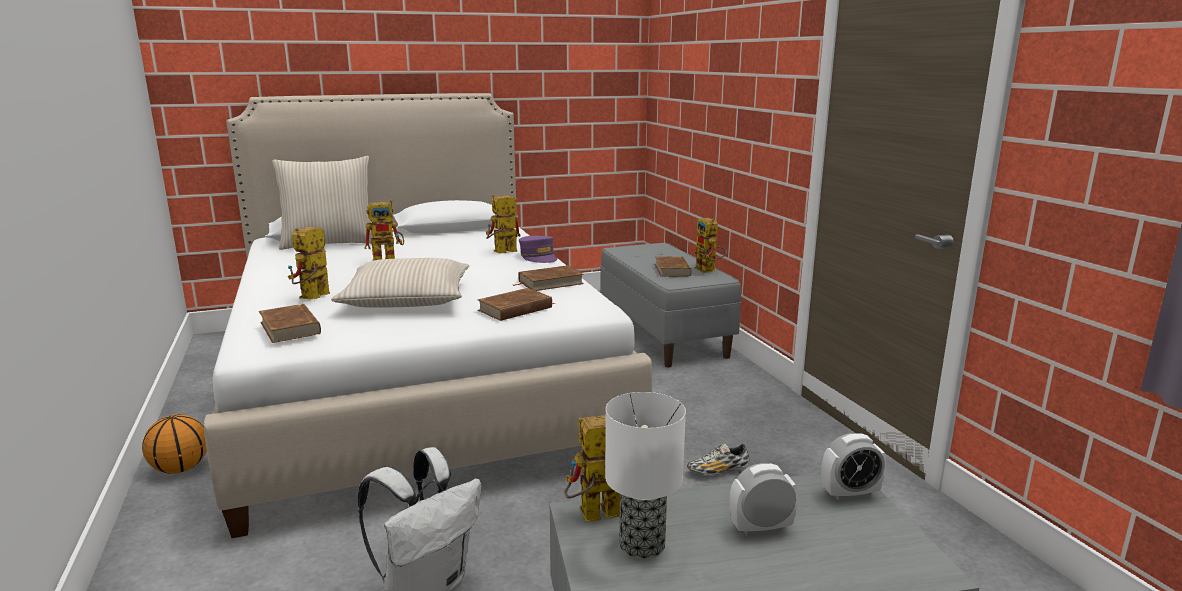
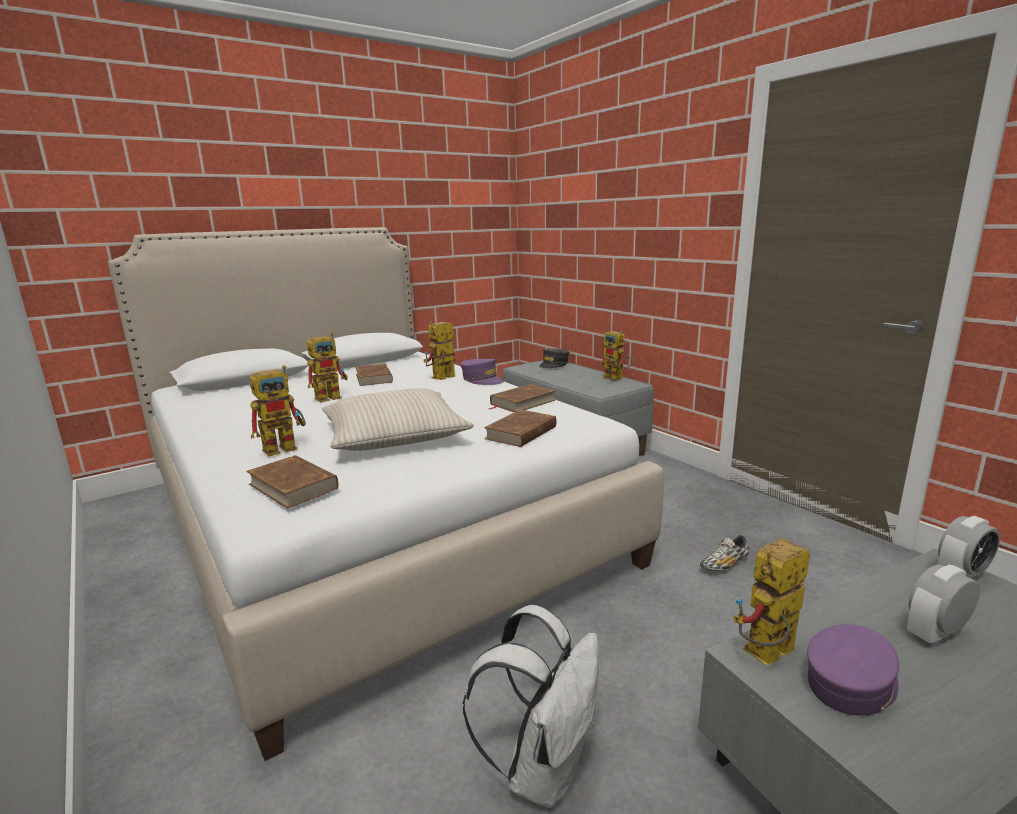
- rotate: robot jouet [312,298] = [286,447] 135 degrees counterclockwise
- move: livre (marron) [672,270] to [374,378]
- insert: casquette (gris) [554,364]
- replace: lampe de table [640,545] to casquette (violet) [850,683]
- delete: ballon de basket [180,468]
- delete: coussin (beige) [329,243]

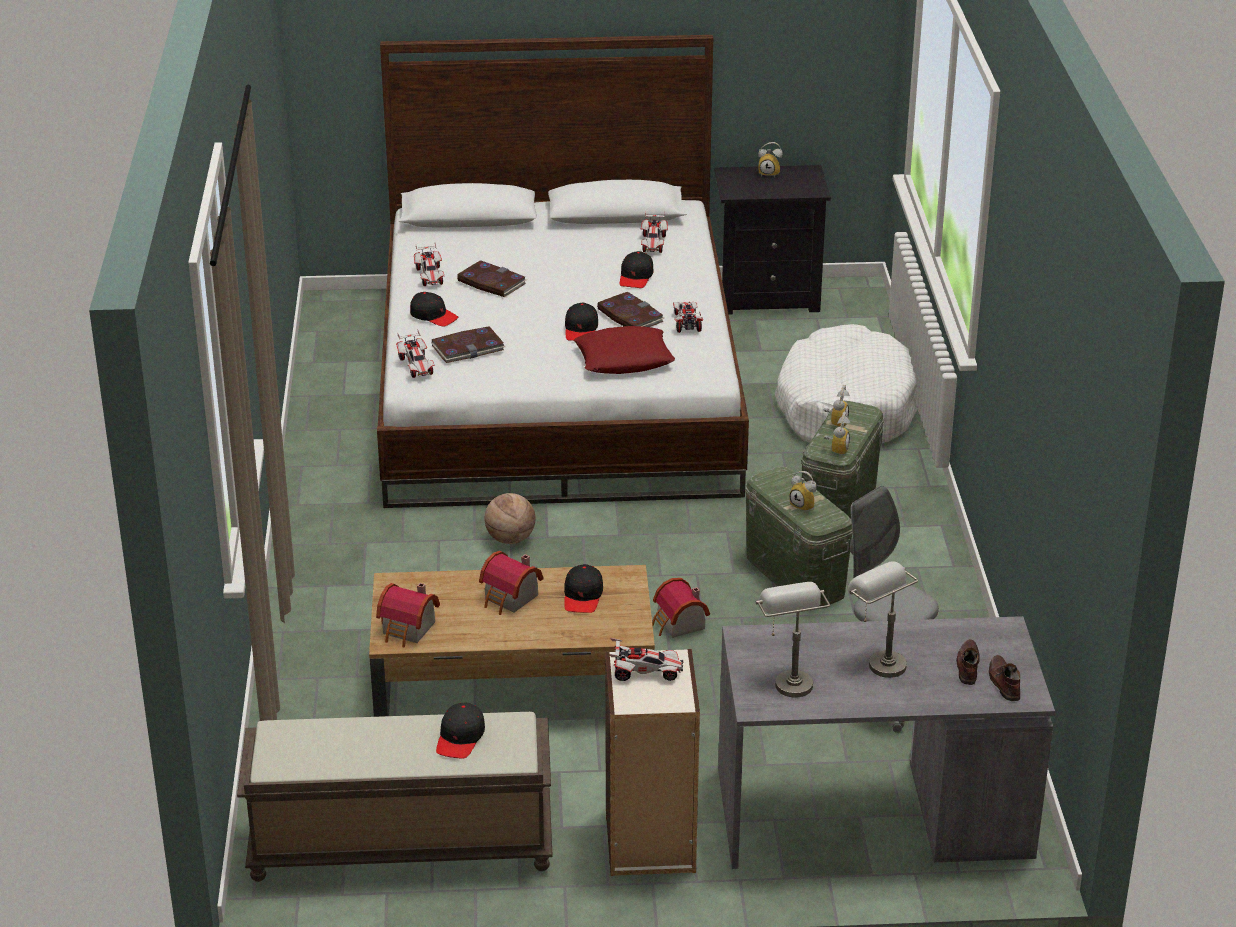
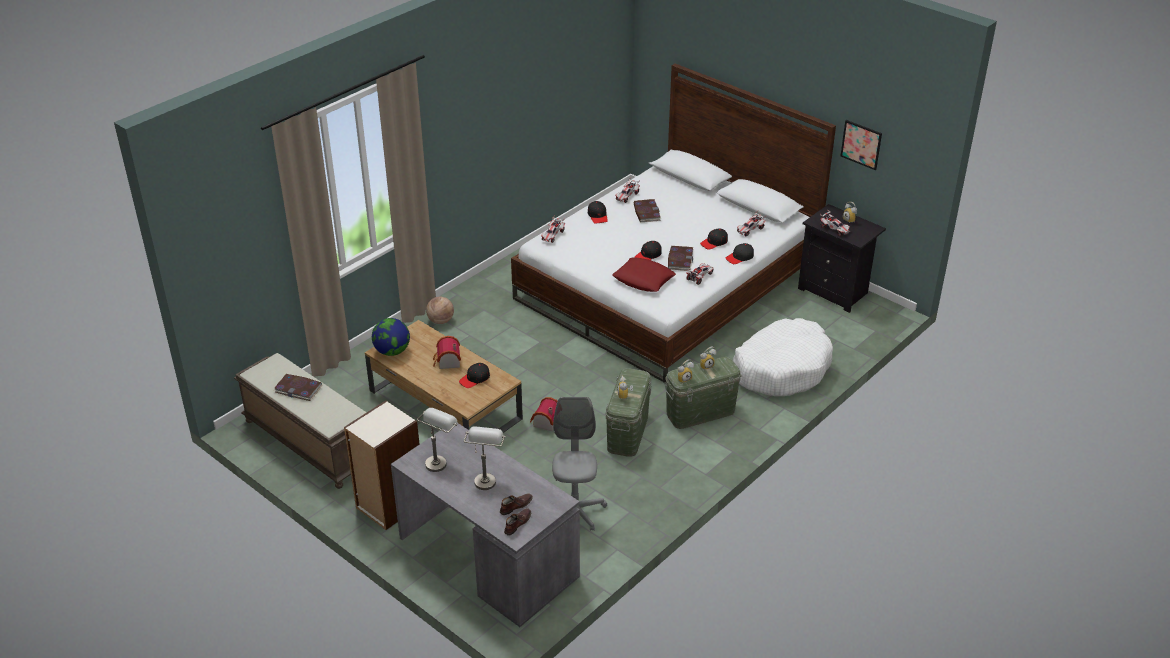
- move: livre [468,348] to [298,389]
- replace: maison miniature [408,630] to globe [392,351]
- move: ballon de basket [510,539] to [440,321]
- move: casquette (noir) [460,738] to [740,257]
- move: petite voiture [645,672] to [834,229]
- insert: tableau [861,144]

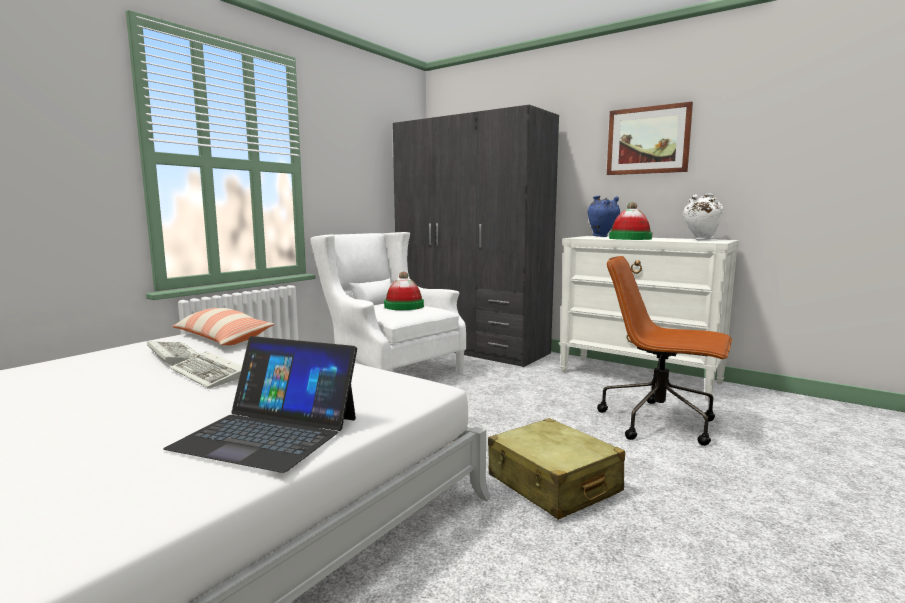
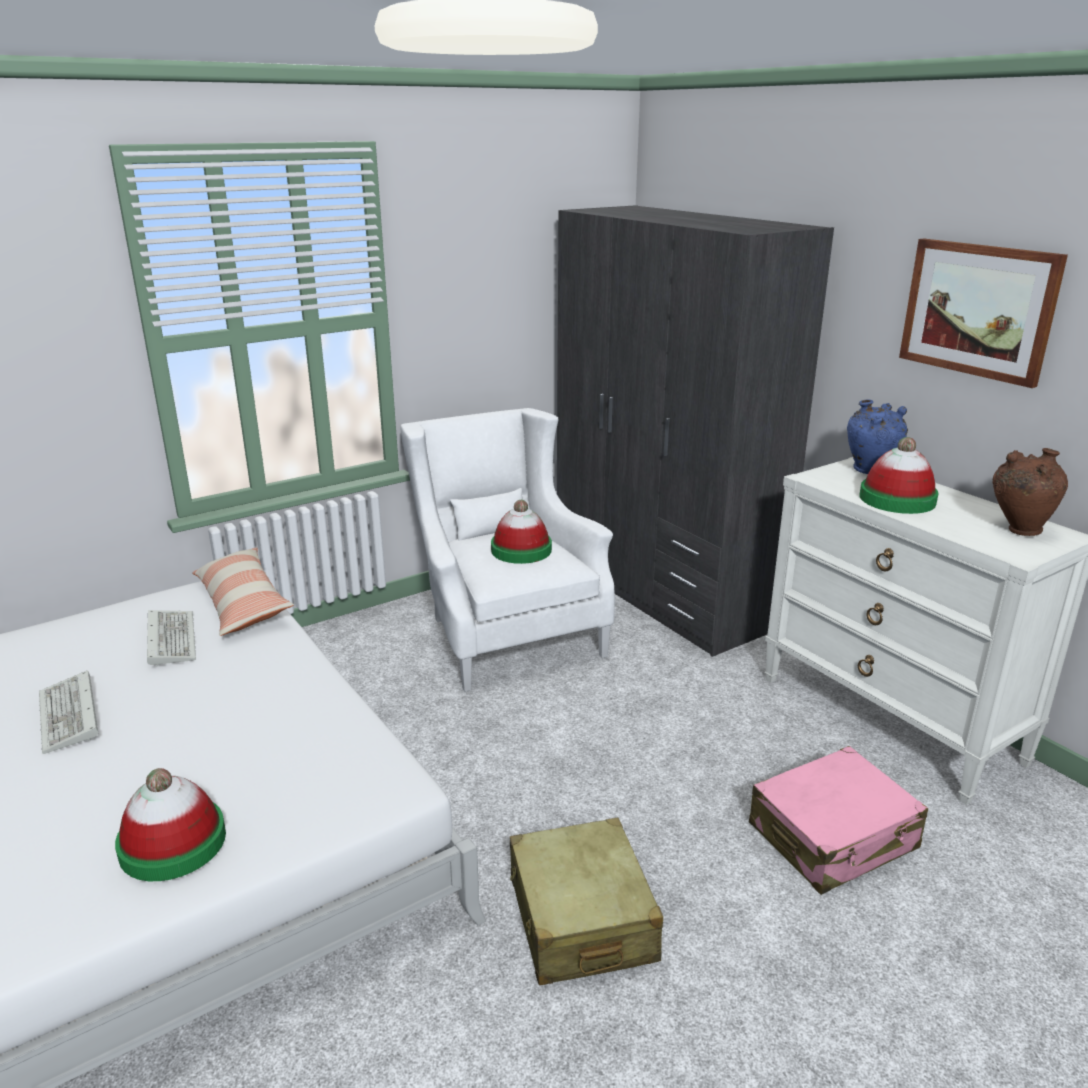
- move: clavier [210,374] to [71,717]
- replace: ordinateur portable [268,432] to chapeau [173,843]
- replace: chaise de bureau (marron) [660,423] to valise (rose) [833,837]
- recolor: vase (blanc) [700,240] to vase (marron) [1018,530]

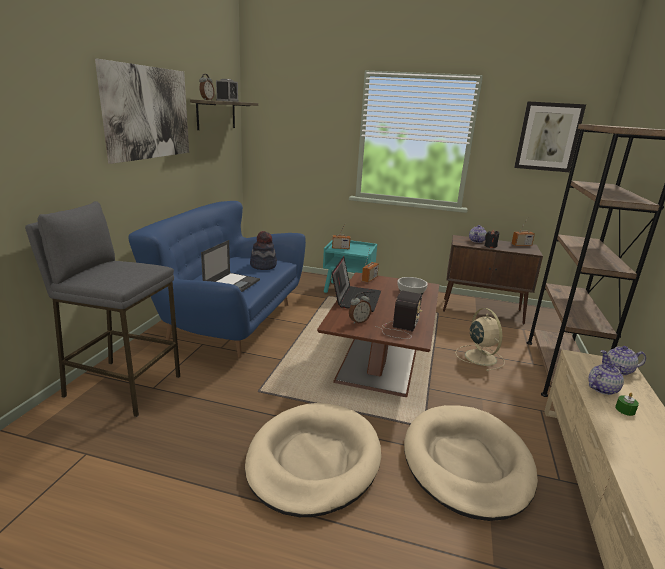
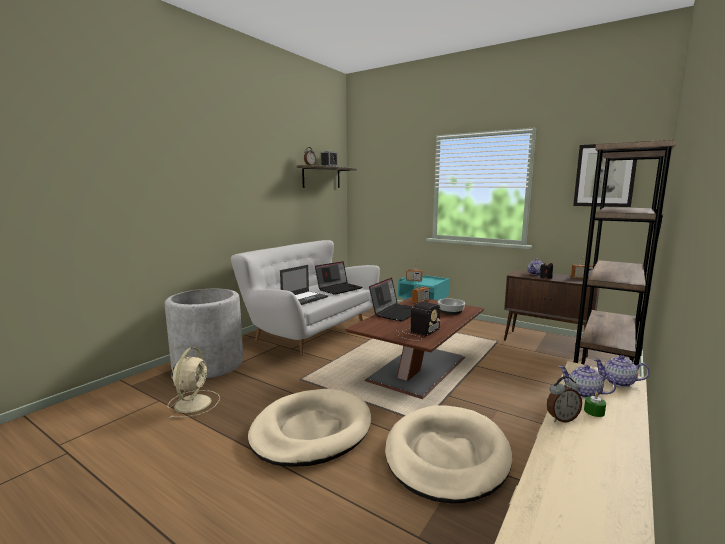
- replace: tabouret (gris) [123,386] to cache-pot (gris) [208,364]
- move: ventilateur (beige) [479,357] to [194,403]
- recolor: canapé (bleu) [228,321] to canapé (blanc) [309,332]
- replace: chapeau [263,265] to ordinateur portable [339,288]
- move: réveil [358,321] to [561,419]
- rotate: théière [602,388] = [583,393] 135 degrees counterclockwise
- delete: tableau [148,113]

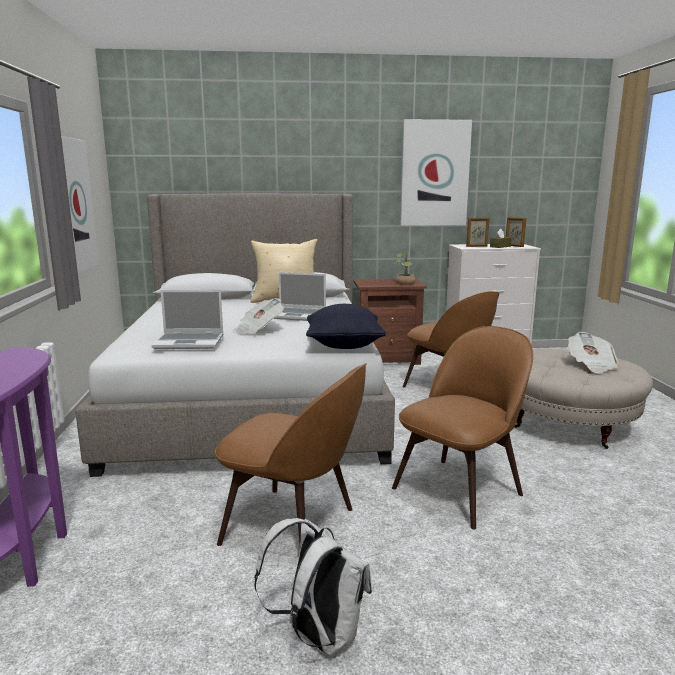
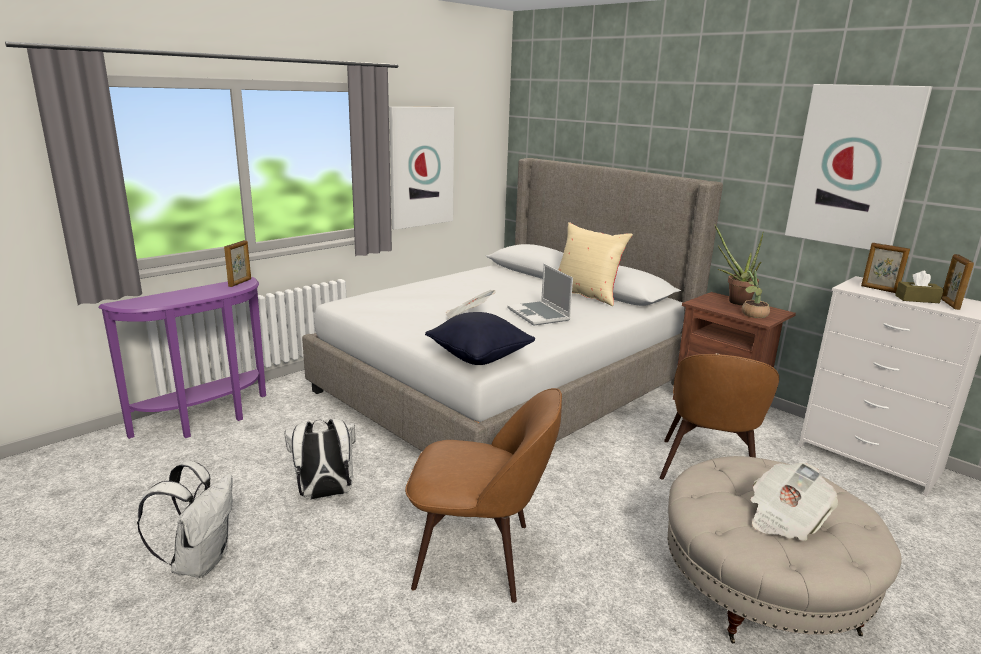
- insert: cadre photo [240,283]
- replace: chaise (marron) [294,527] to sac à dos (blanc) [324,494]
- insert: plante en pot [734,301]
- delete: ordinateur portable [190,342]

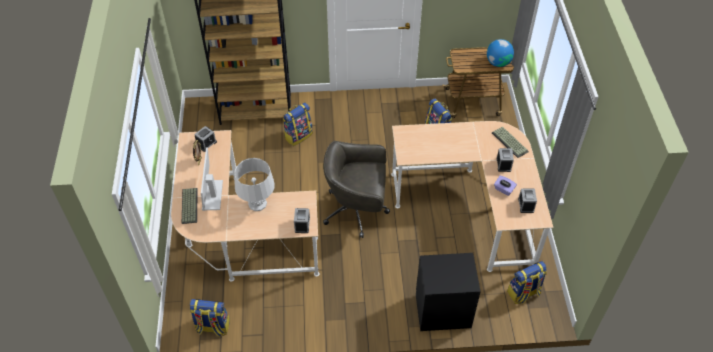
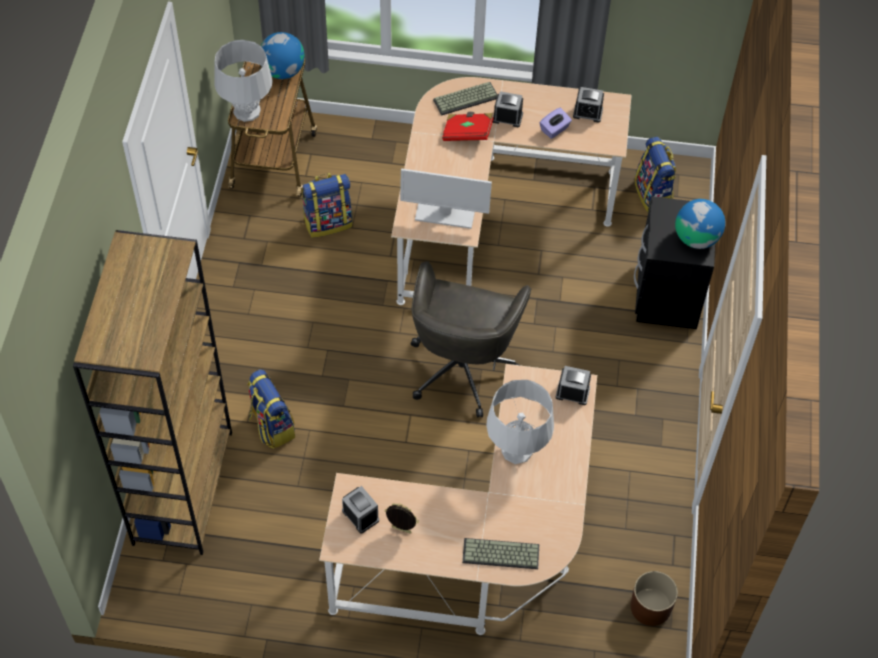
- insert: lampe de table (gris) [246,111]
- move: écran d'ordinateur [212,195] to [444,214]
- insert: livre (rouge) [467,133]
- replace: sac à dos [212,327] to cache-pot (marron) [651,607]
- insert: globe [696,238]

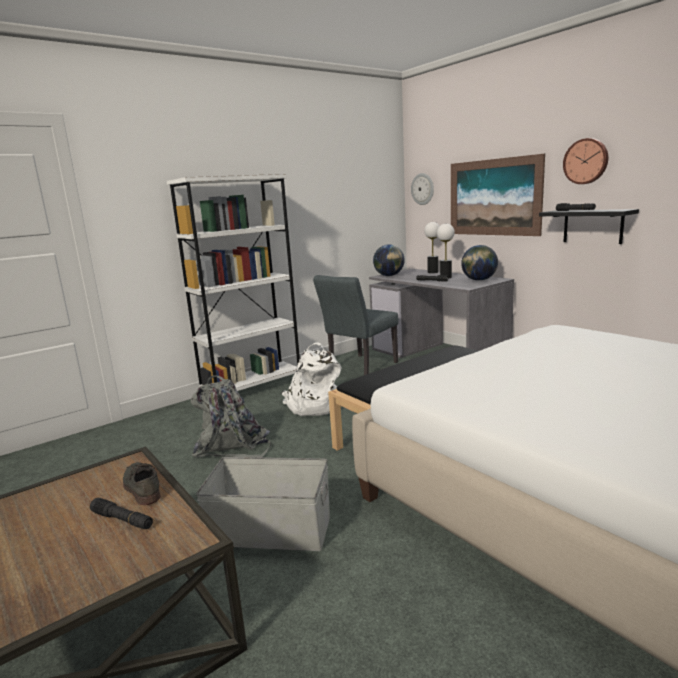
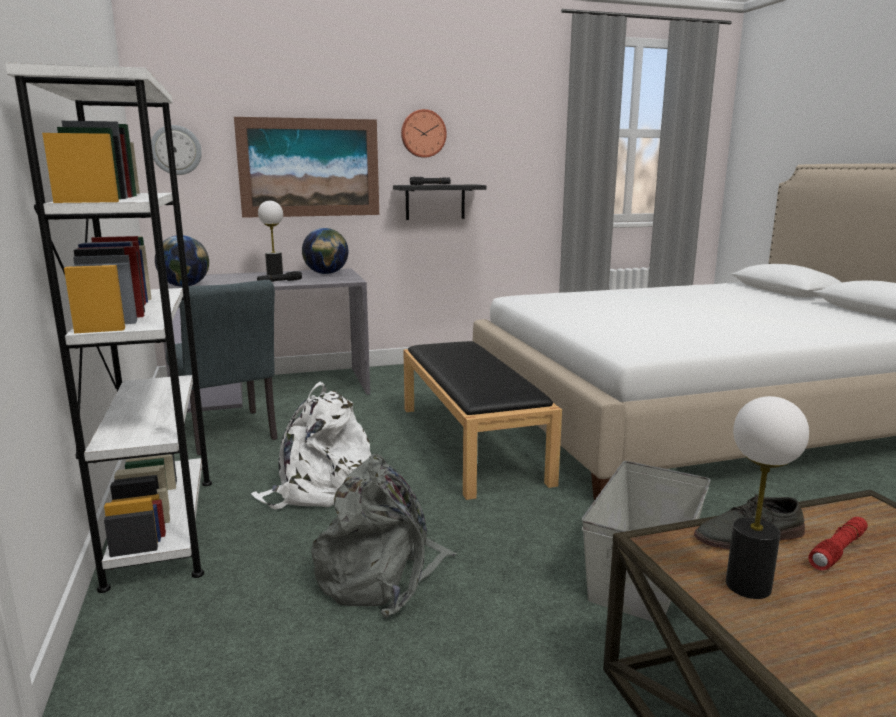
- move: lampe de table [432,272] to [747,586]
- recolor: lampe de poche (noir) [122,520] to lampe de poche (rouge) [838,550]

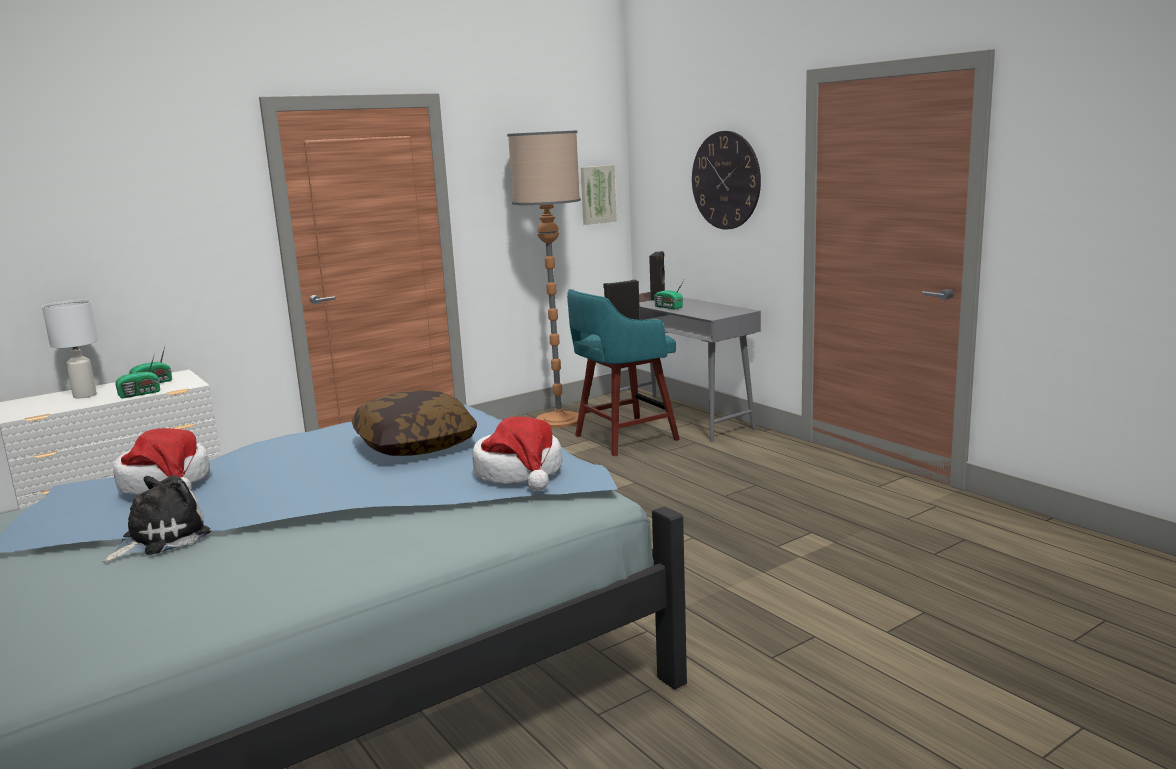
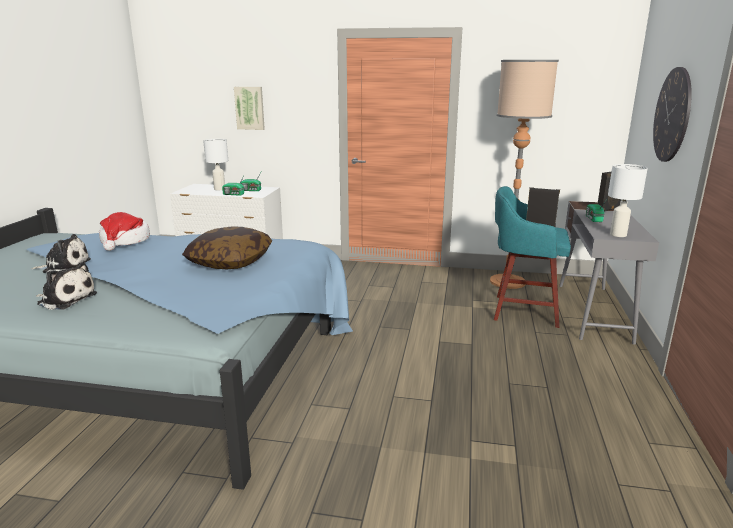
- insert: peluche [66,299]
- move: tableau [597,194] to [250,108]
- insert: lampe de table (blanc) [617,234]
- delete: chapeau [520,472]

